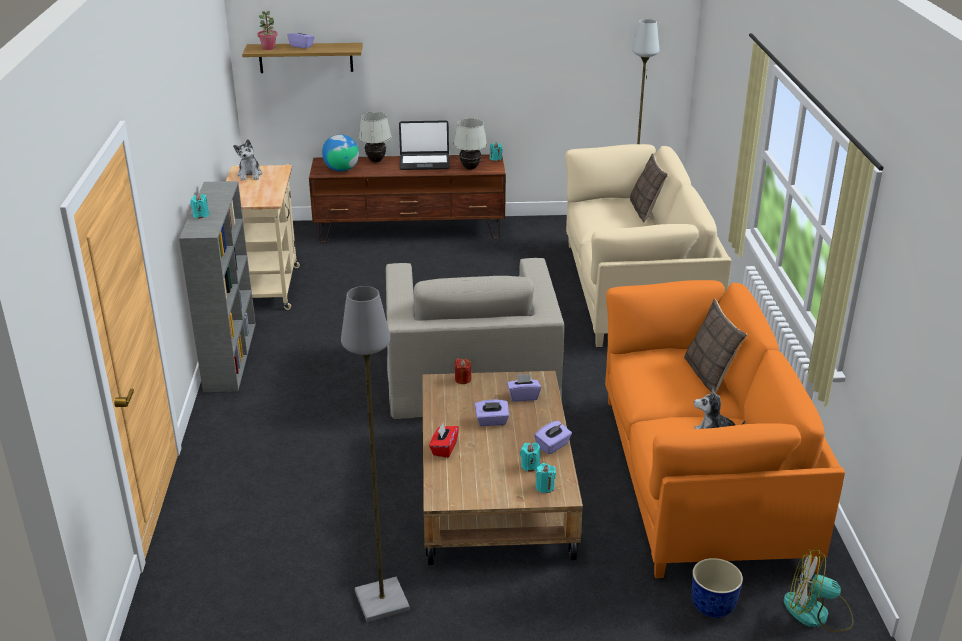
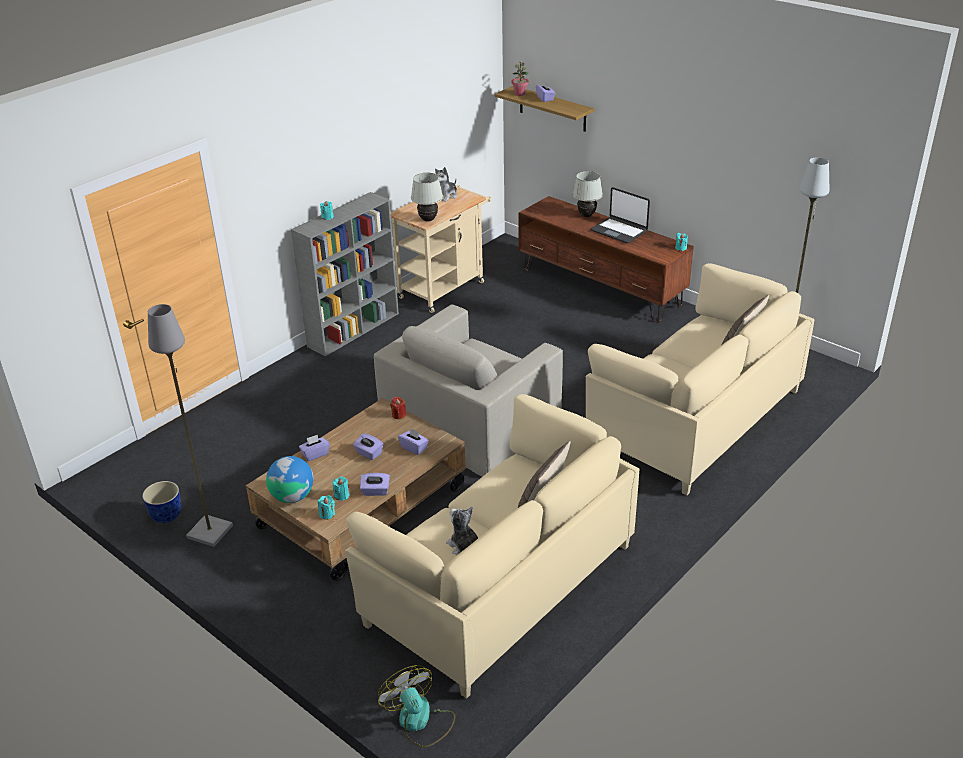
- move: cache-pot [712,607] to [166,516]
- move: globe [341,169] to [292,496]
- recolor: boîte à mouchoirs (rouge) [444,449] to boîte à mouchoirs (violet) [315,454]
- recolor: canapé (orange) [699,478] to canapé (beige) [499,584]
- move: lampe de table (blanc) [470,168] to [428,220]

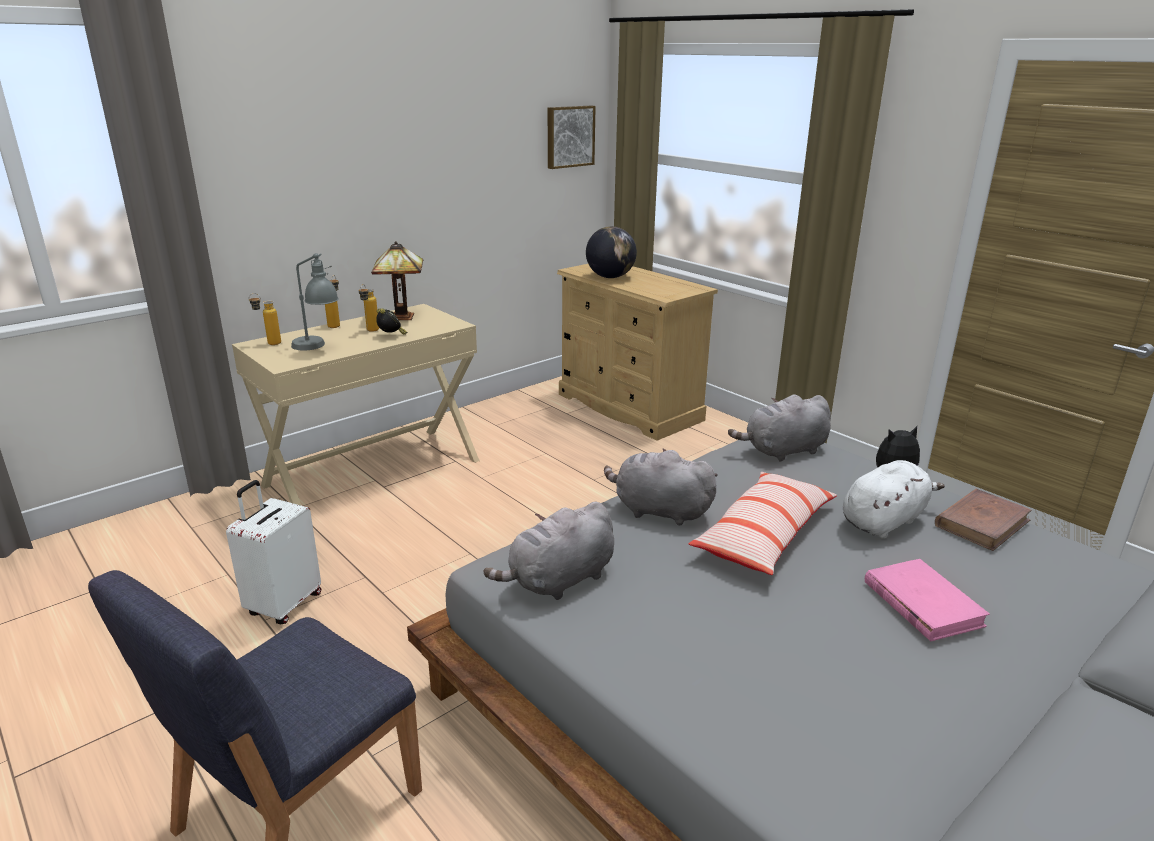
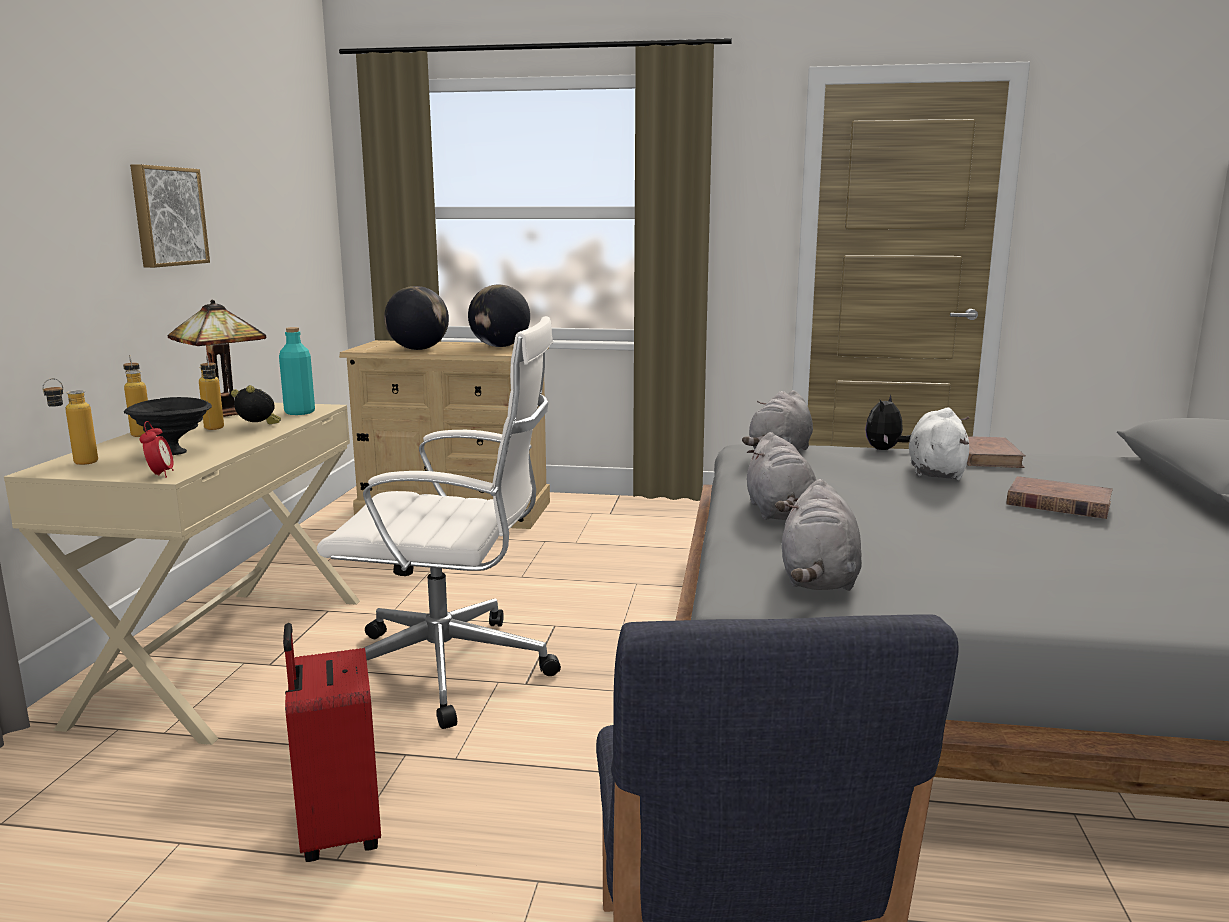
- replace: lampe de table (gris) [318,347] to bol (noir) [175,453]
- move: tableau [569,136] to [167,216]
- insert: réveil [160,475]
- insert: bouteille (turquoise) [299,412]
- recolor: valise (blanc) [283,604] to valise (rouge) [337,831]
- insert: chaise de bureau (blanc) [450,670]
- insert: globe [500,346]
- rotate: peluche (gris) [658,511] = [780,513] 75 degrees counterclockwise
- recolor: livre (rose) [922,603] to livre (marron) [1057,503]
- delete: coussin [764,535]

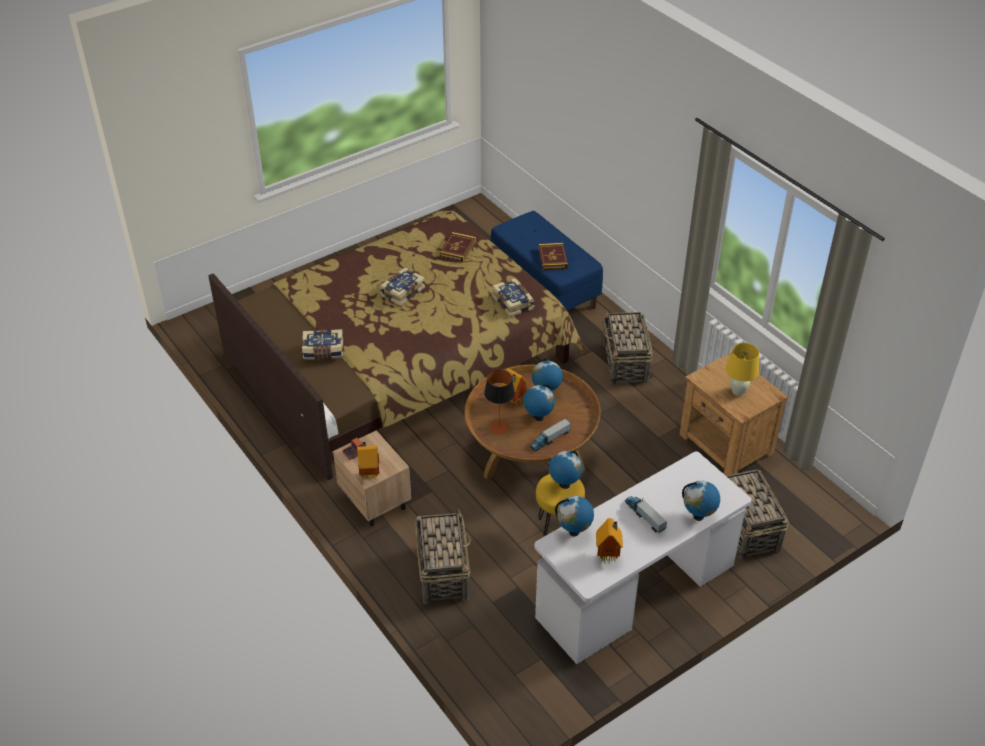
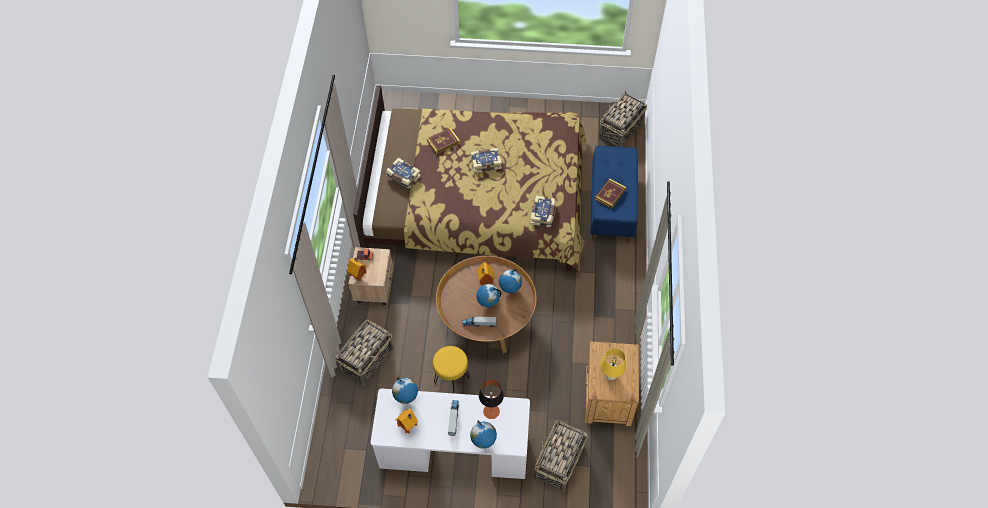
- move: livre [457,249] to [443,142]
- move: lampe de table [499,427] to [491,411]
- move: panier [625,363] to [620,130]
- delete: globe [564,484]

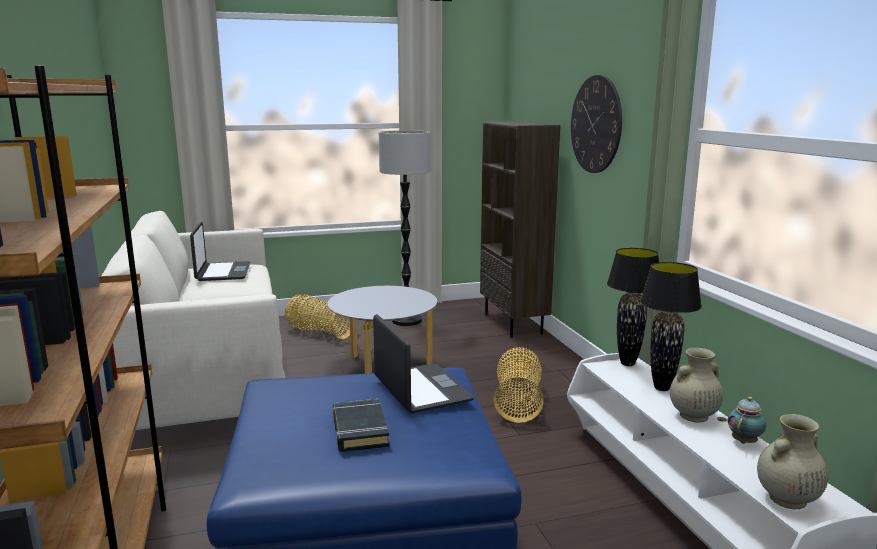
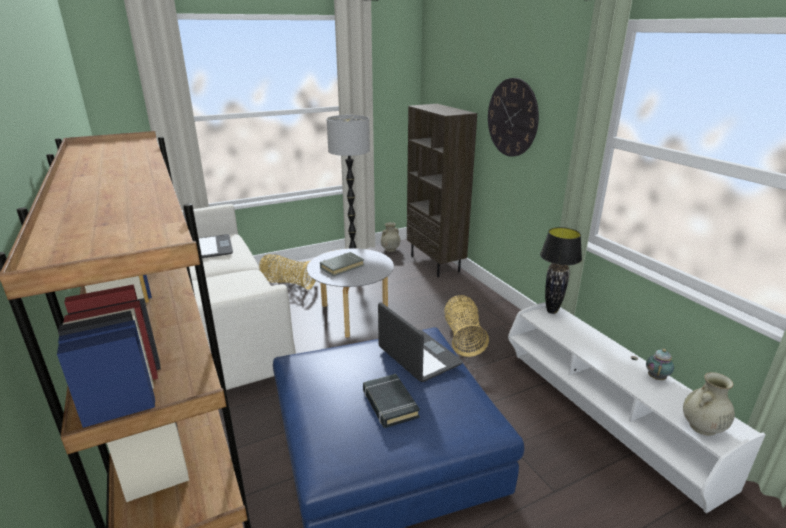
- insert: livre (gris) [341,266]
- move: vase (beige) [693,416] to [390,249]
- delete: lampe de table (noir) [661,388]

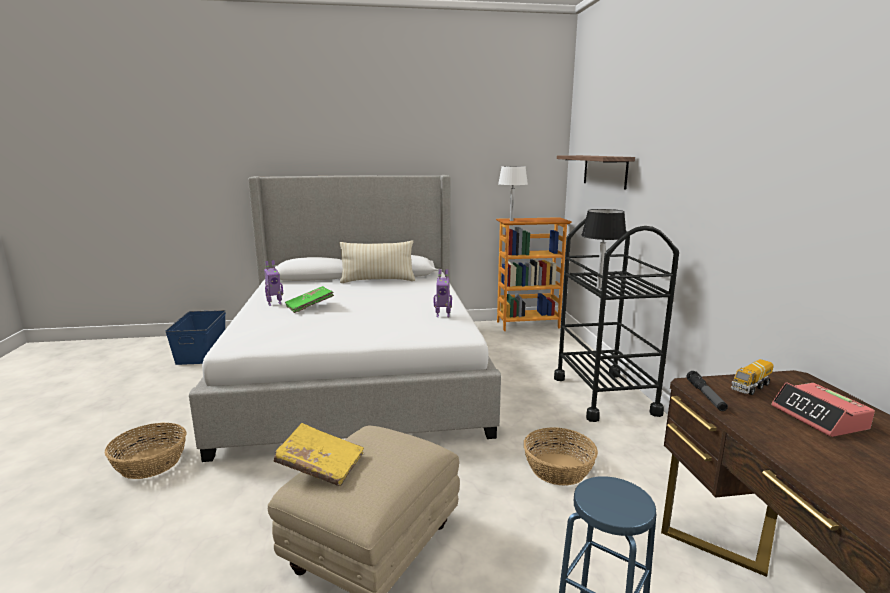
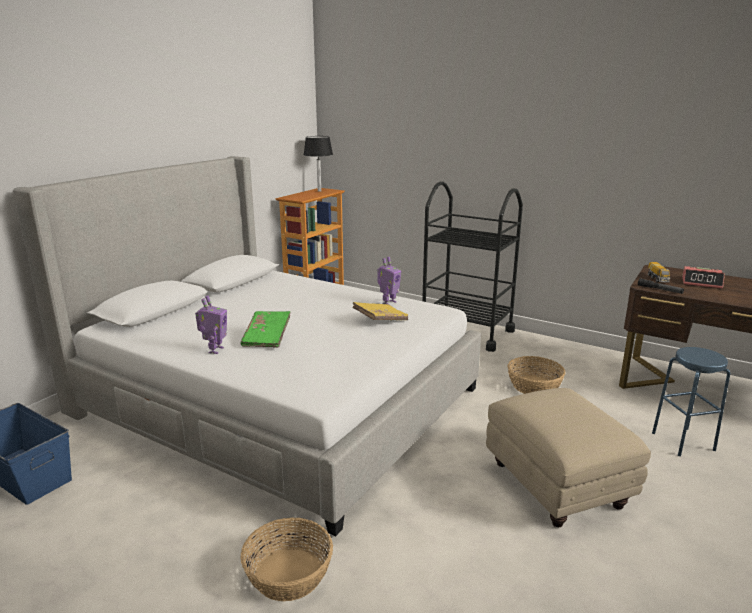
- move: lampe de table (noir) [599,287] to [319,191]
- move: livre (jaune) [320,465] to [380,320]
- delete: coussin (beige) [378,281]
- delete: lampe de table (blanc) [511,220]
- delete: étagère [604,171]

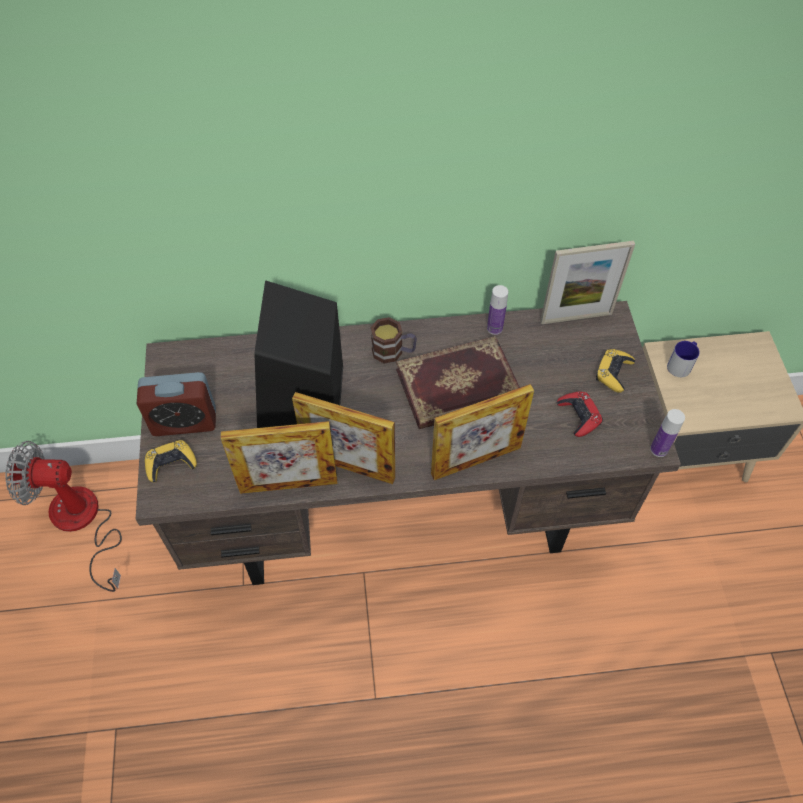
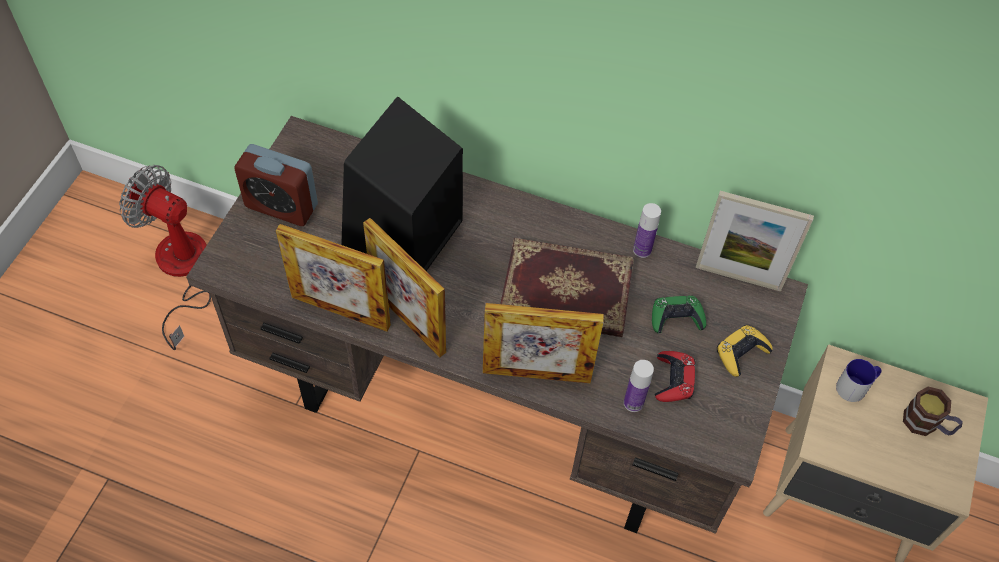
- move: bouteille [659,449] to [633,403]
- insert: manette (vert) [676,318]
- move: mug [393,352] to [927,424]
- delete: manette (jaune) [170,463]

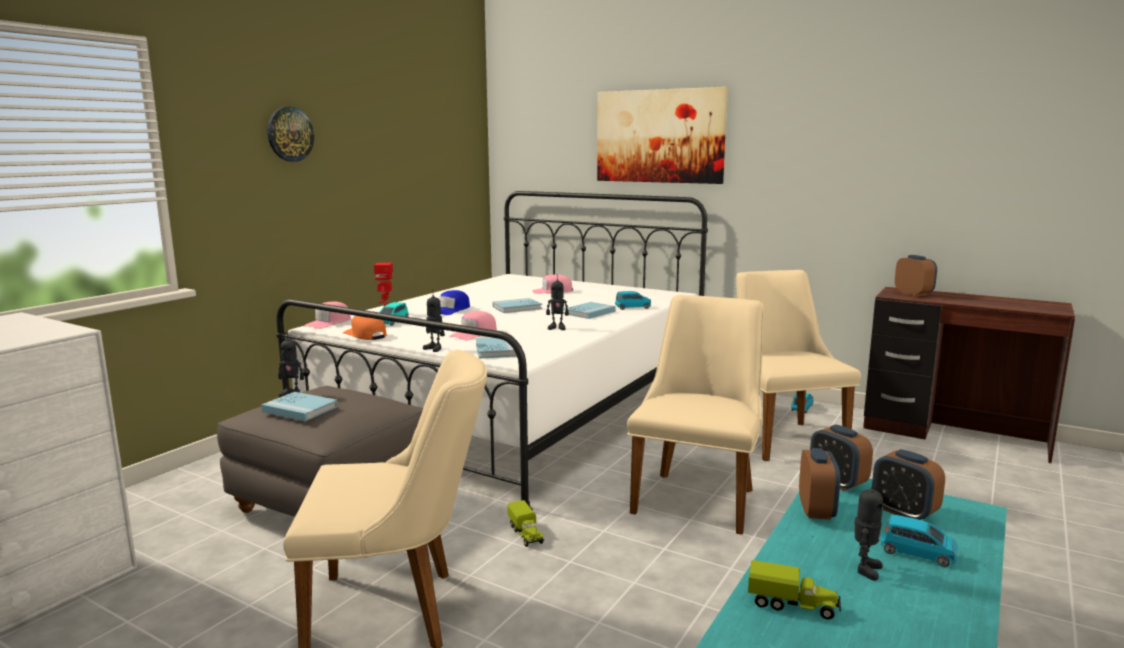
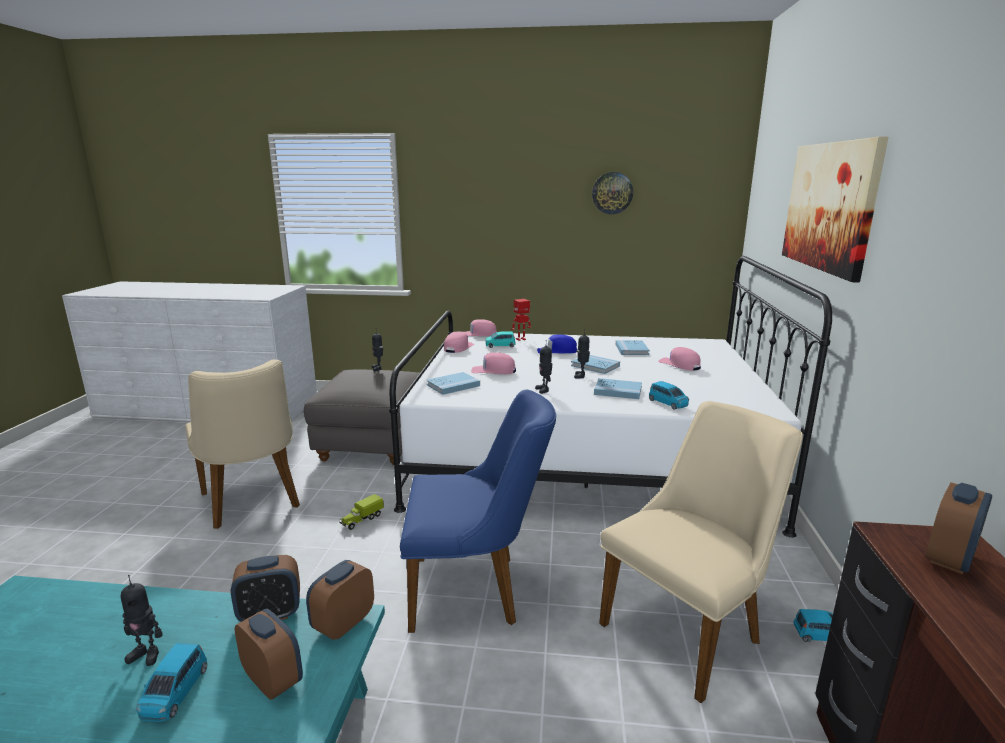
- rotate: réveil [904,512] = [273,680] 105 degrees clockwise
- recolor: chaise (beige) [699,496] to chaise (bleu) [476,590]
- recolor: casquette (orange) [365,335] to casquette (rose) [458,348]
- move: robot jouet [434,348] to [581,376]
- move: horloge murale [290,134] to [612,193]
- move: livre (bleu) [300,409] to [631,349]
- delete: camion jouet [793,605]

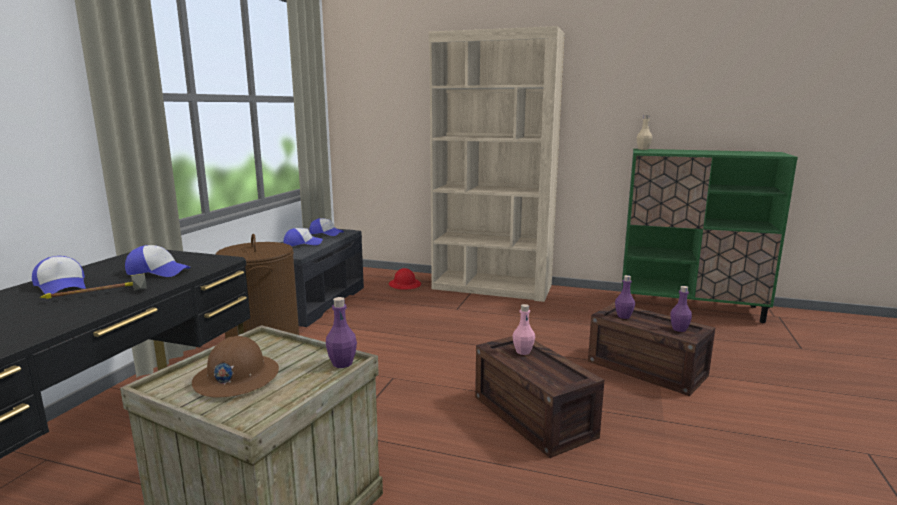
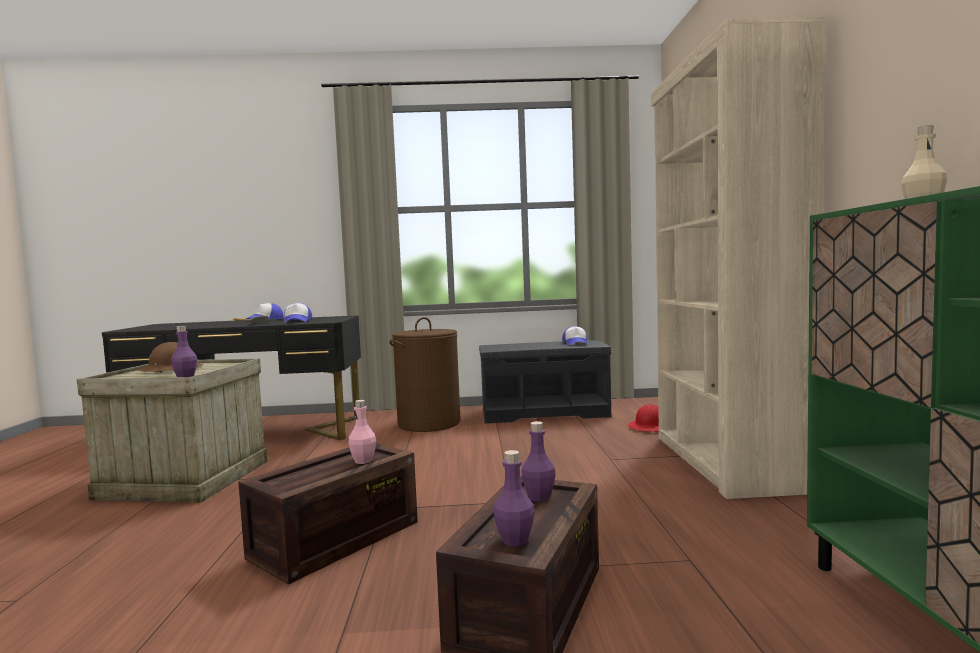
- delete: casquette [302,244]

